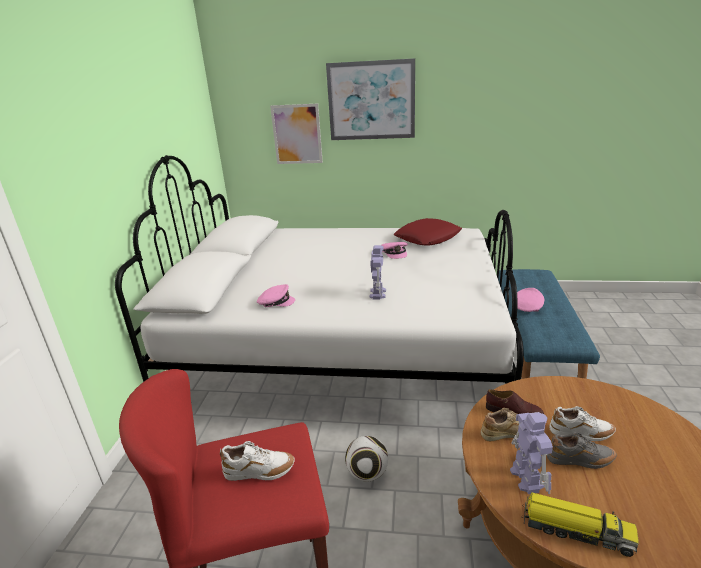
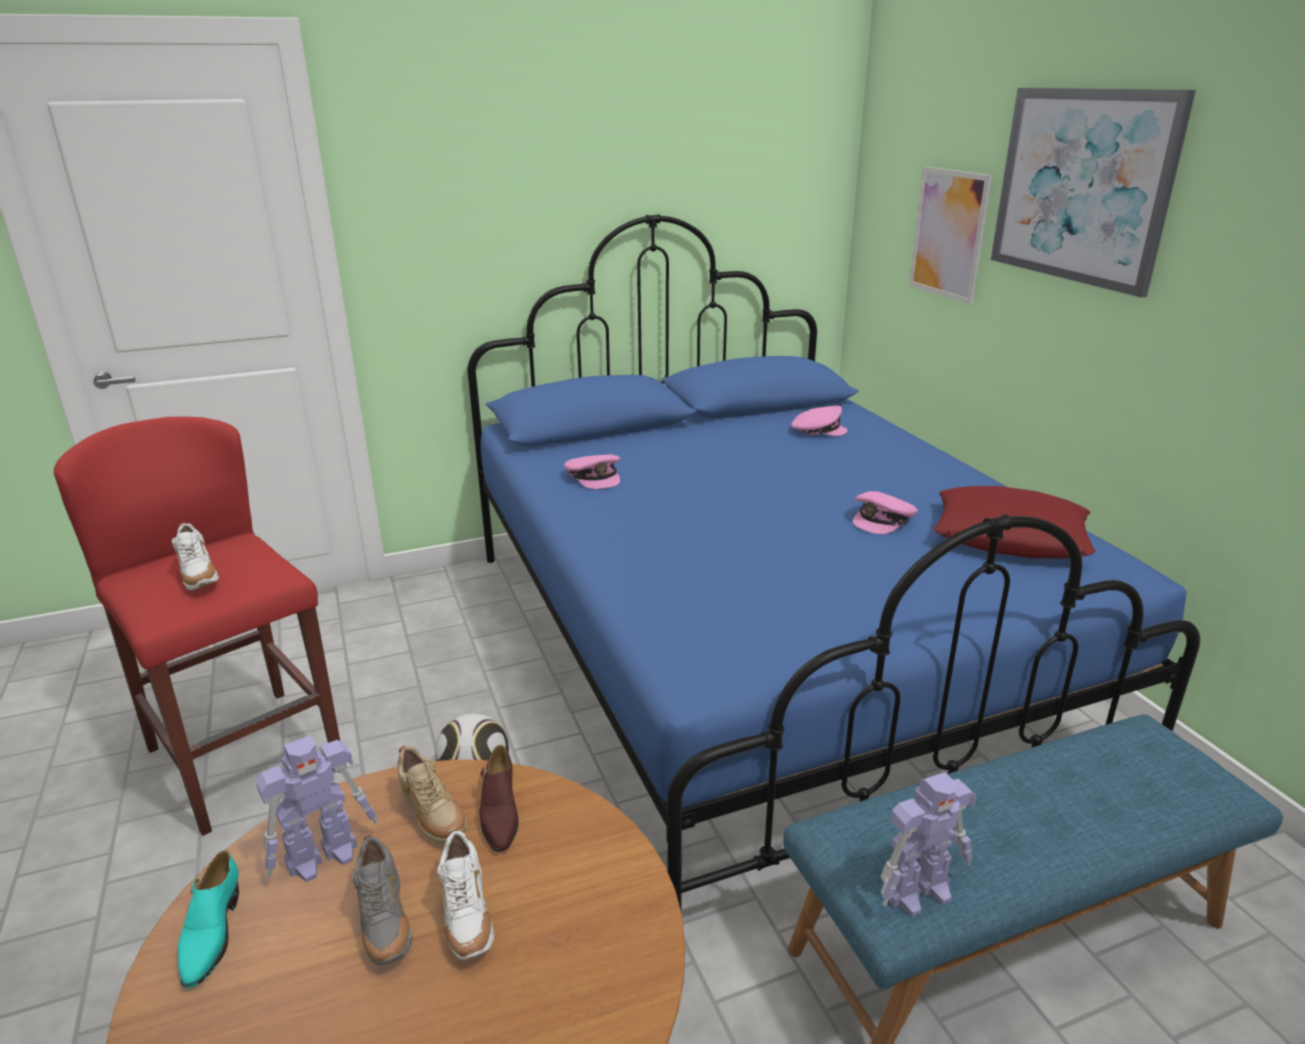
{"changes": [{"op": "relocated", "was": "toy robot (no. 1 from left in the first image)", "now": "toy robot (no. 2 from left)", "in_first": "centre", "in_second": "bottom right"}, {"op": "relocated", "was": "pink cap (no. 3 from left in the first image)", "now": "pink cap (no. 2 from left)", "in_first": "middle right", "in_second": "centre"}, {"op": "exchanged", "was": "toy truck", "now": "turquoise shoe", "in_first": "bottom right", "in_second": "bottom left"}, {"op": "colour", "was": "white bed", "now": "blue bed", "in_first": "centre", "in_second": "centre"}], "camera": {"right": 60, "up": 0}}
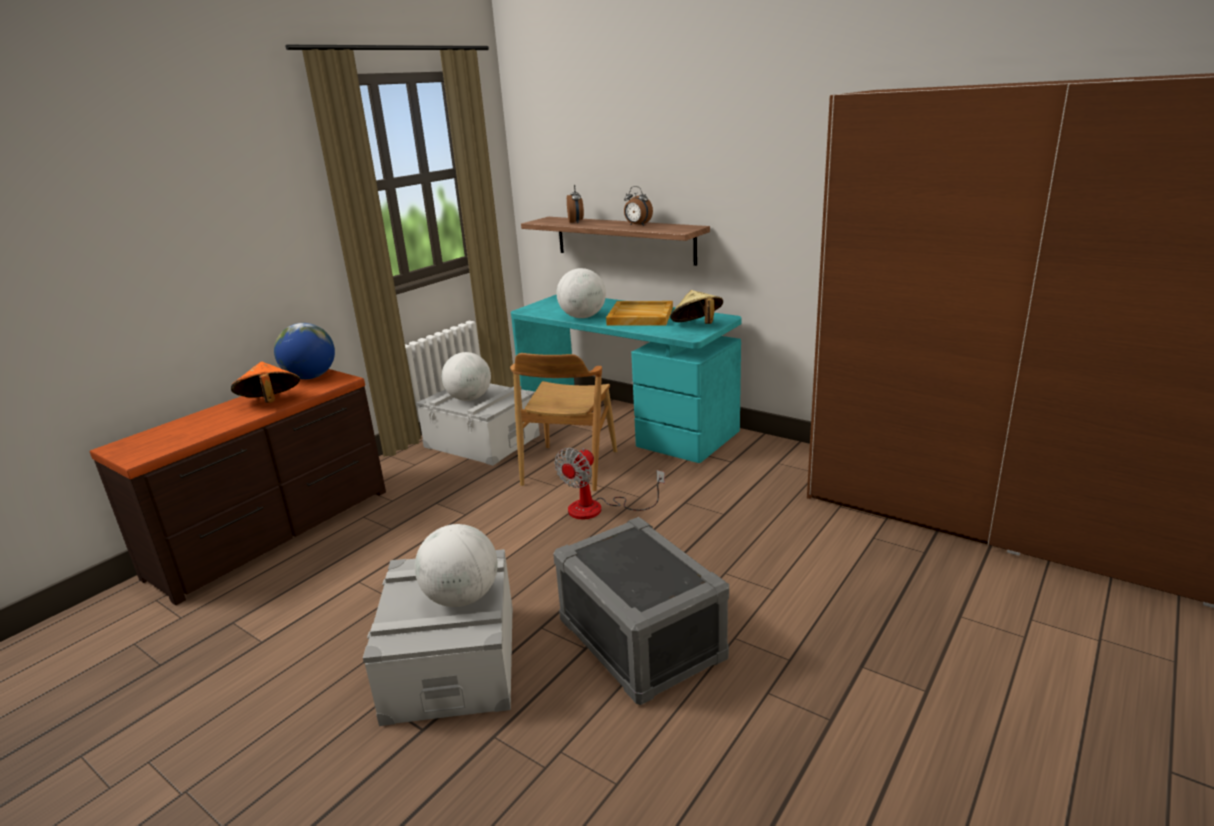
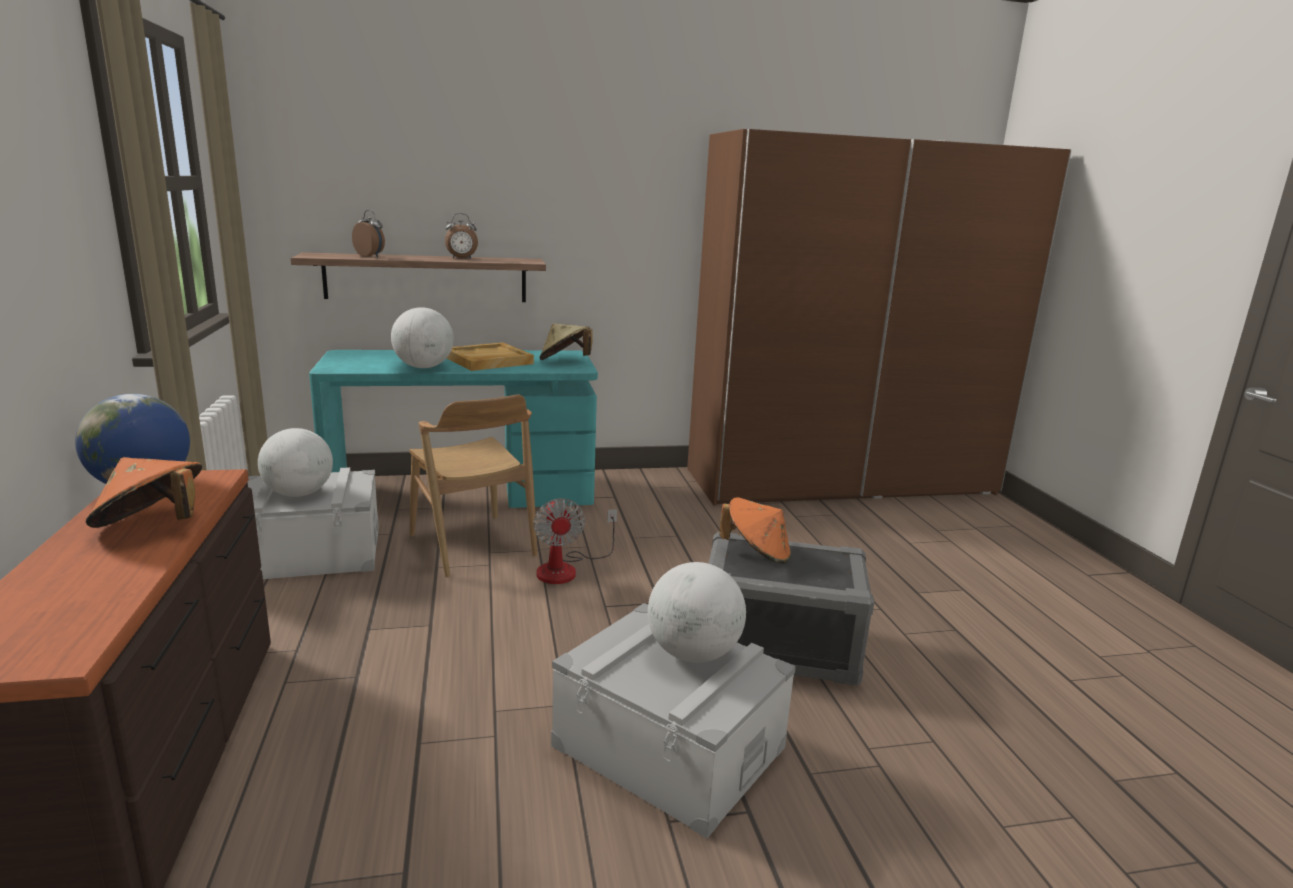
{"changes": [{"op": "appeared", "now": "orange hat (no. 2 from left)", "in_second": "centre"}], "camera": {"right": -50, "up": -5}}
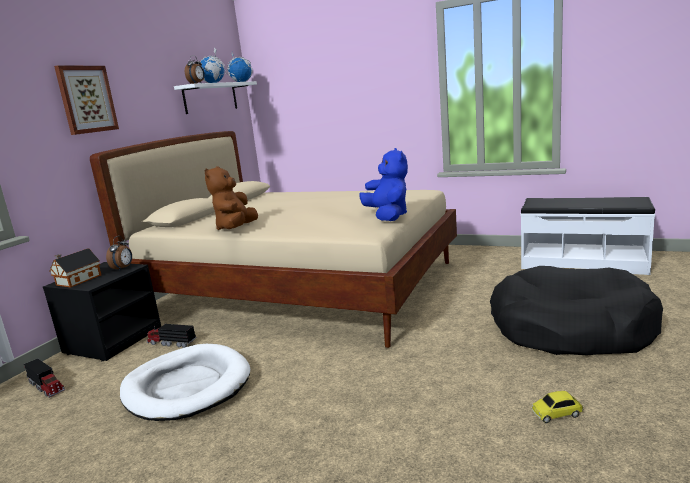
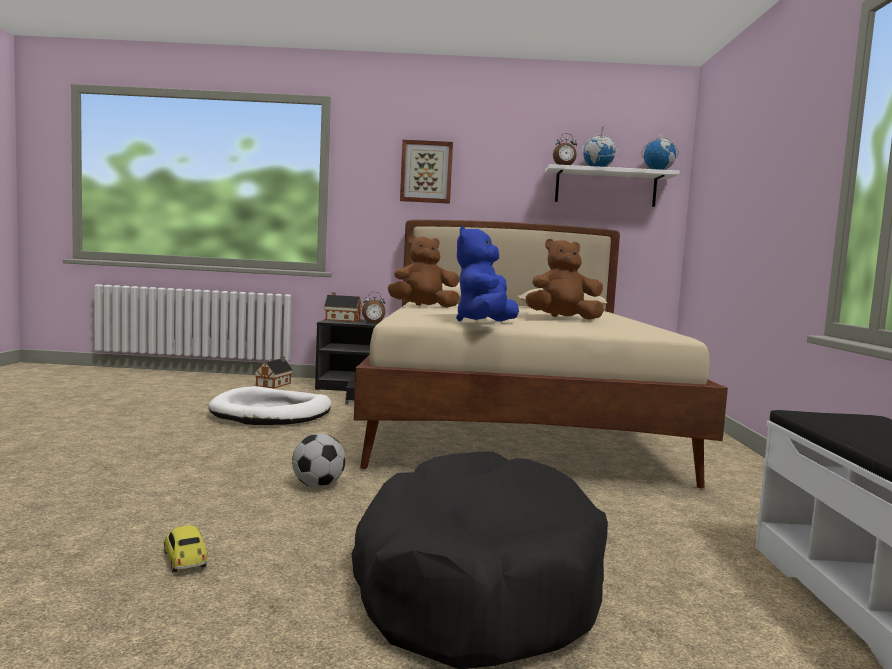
{"changes": [{"op": "appeared", "now": "football", "in_second": "bottom centre"}, {"op": "appeared", "now": "brown plush toy (no. 2 from left)", "in_second": "centre"}, {"op": "exchanged", "was": "toy truck (no. 1 from left)", "now": "toy house (no. 1 from left)", "in_first": "bottom left", "in_second": "middle left"}, {"op": "spun", "was": "blue plush toy", "in_first": "centre", "in_second": "centre", "clockwise": 150}], "camera": {"right": 65, "up": -10}}
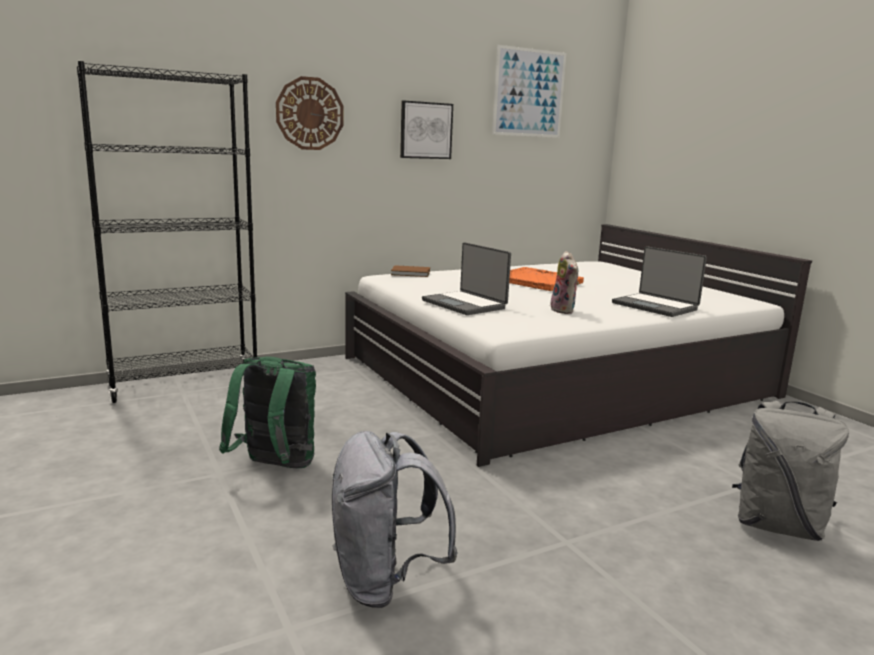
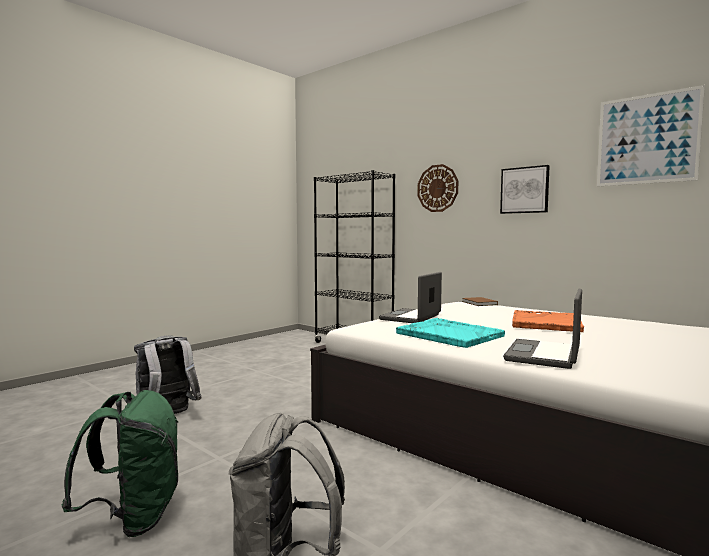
{"changes": [{"op": "relocated", "was": "green backpack", "in_first": "middle left", "in_second": "bottom left"}, {"op": "exchanged", "was": "plush toy", "now": "turquoise tray", "in_first": "centre", "in_second": "centre"}], "camera": {"right": 70, "up": -10}}
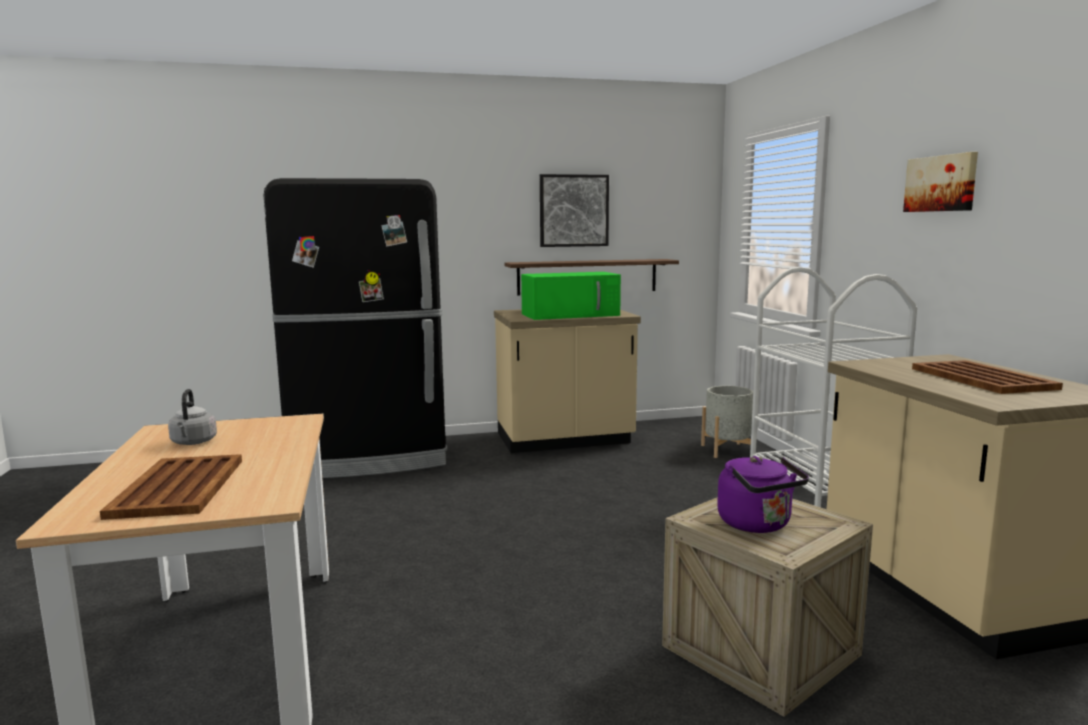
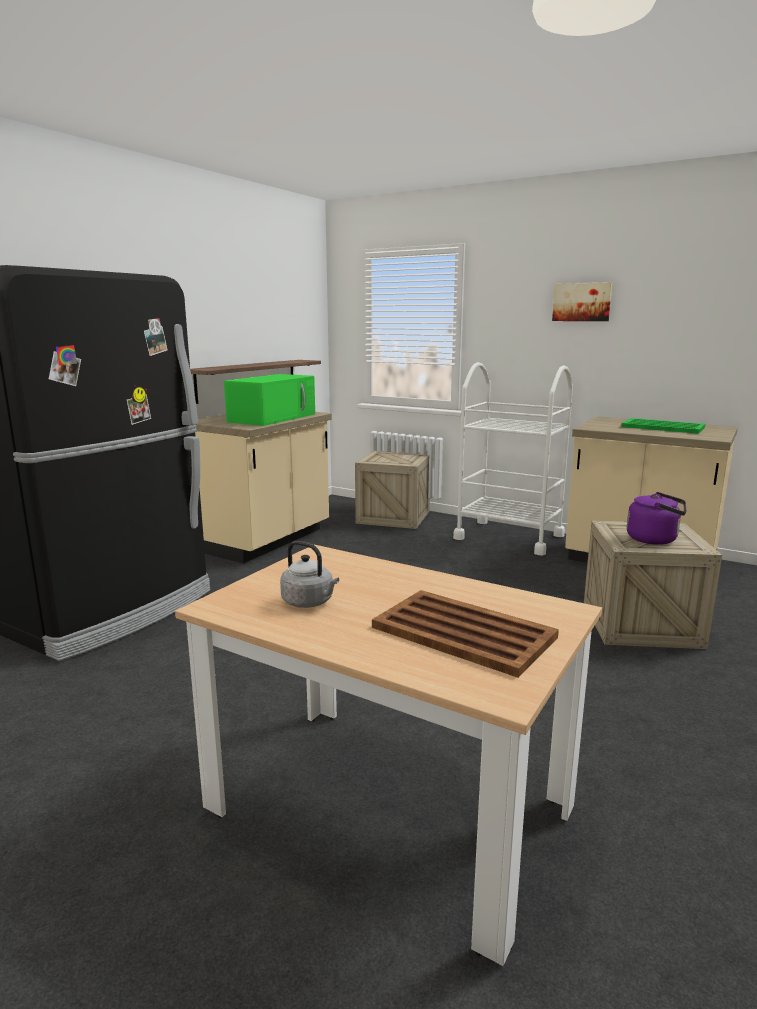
{"changes": [{"op": "missing", "was": "picture (no. 1 from left)", "in_first": "top centre"}, {"op": "exchanged", "was": "grey planter", "now": "crate (no. 1 from left)", "in_first": "middle right", "in_second": "centre"}, {"op": "colour", "was": "brown tray (no. 2 from left)", "now": "green tray", "in_first": "middle right", "in_second": "middle right"}], "camera": {"right": -45, "up": 5}}
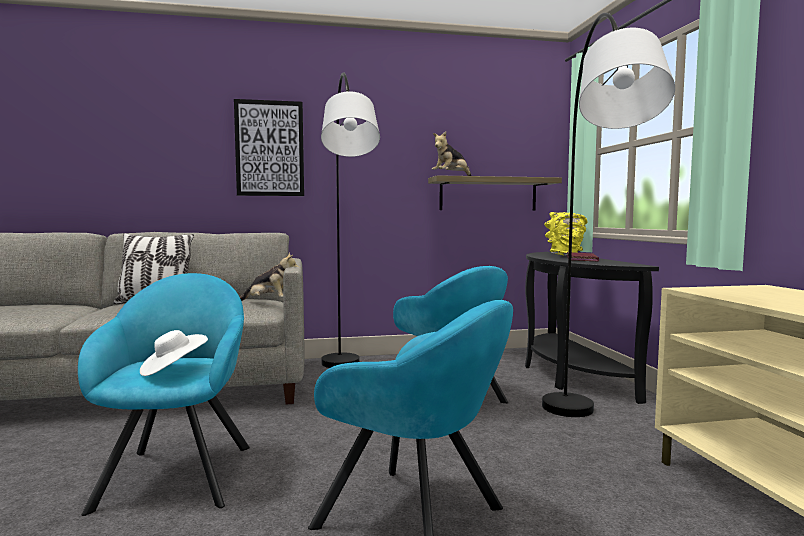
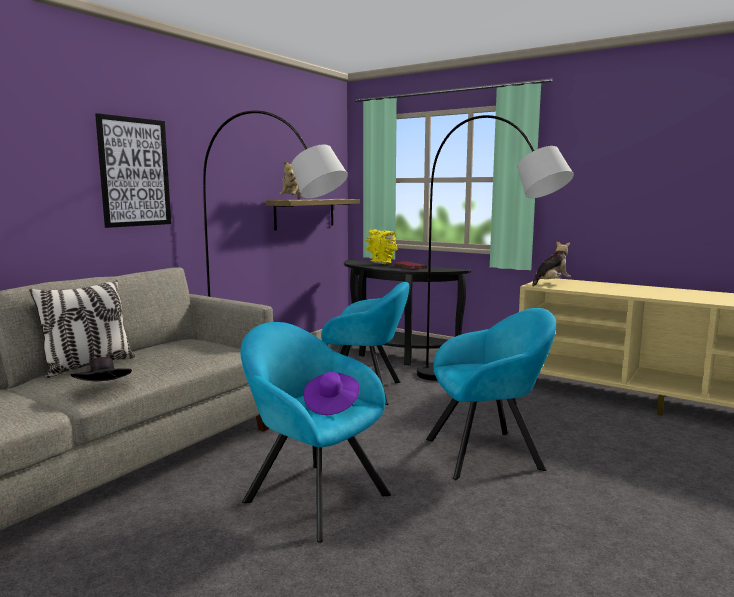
{"changes": [{"op": "appeared", "now": "black hat", "in_second": "middle left"}, {"op": "relocated", "was": "plush toy (no. 1 from left in the first image)", "now": "plush toy (no. 2 from left)", "in_first": "centre", "in_second": "middle right"}, {"op": "colour", "was": "white hat", "now": "purple hat", "in_first": "middle left", "in_second": "centre"}], "camera": {"right": -45, "up": 5}}
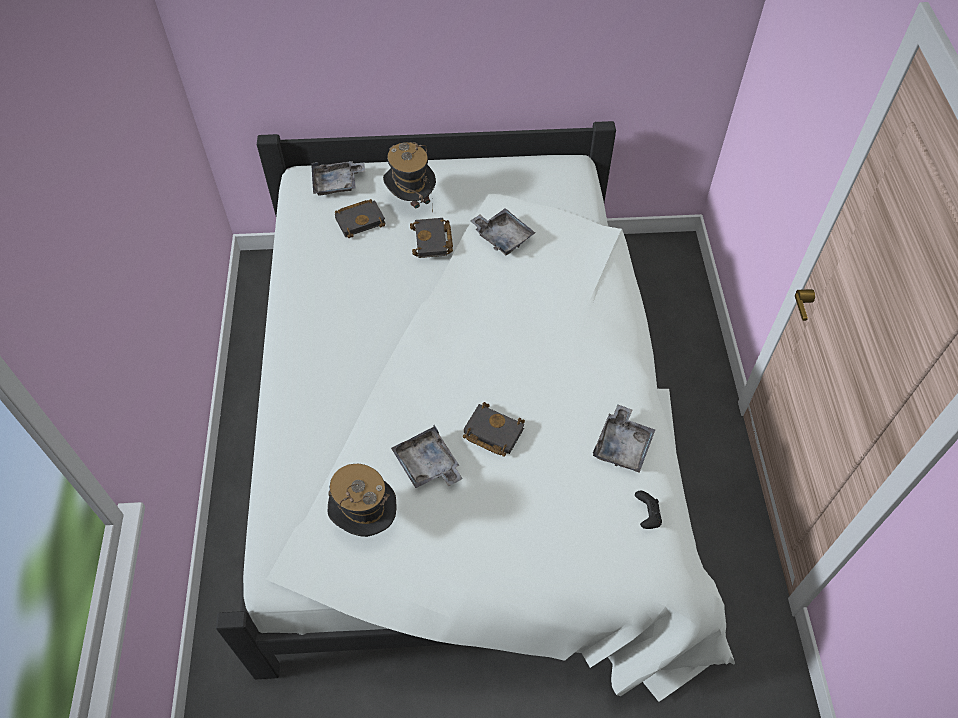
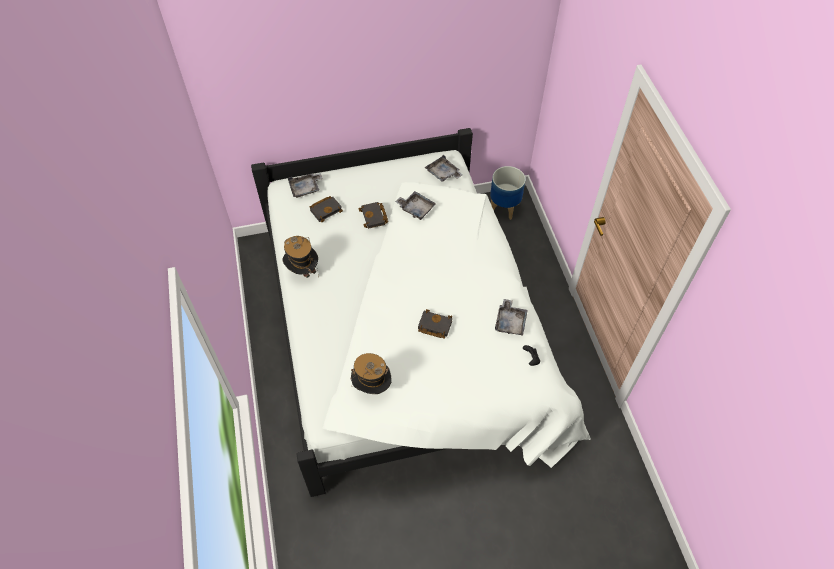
{"changes": [{"op": "appeared", "now": "planter", "in_second": "centre"}, {"op": "relocated", "was": "hat (no. 2 from left in the first image)", "now": "hat (no. 1 from left)", "in_first": "top centre", "in_second": "centre"}, {"op": "relocated", "was": "grey tray (no. 2 from left in the first image)", "now": "grey tray (no. 3 from left)", "in_first": "centre", "in_second": "top centre"}], "camera": {"right": -10, "up": 0}}
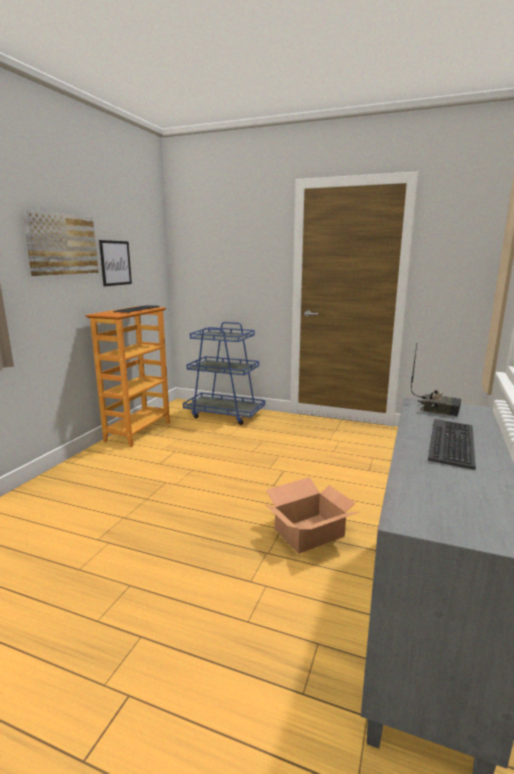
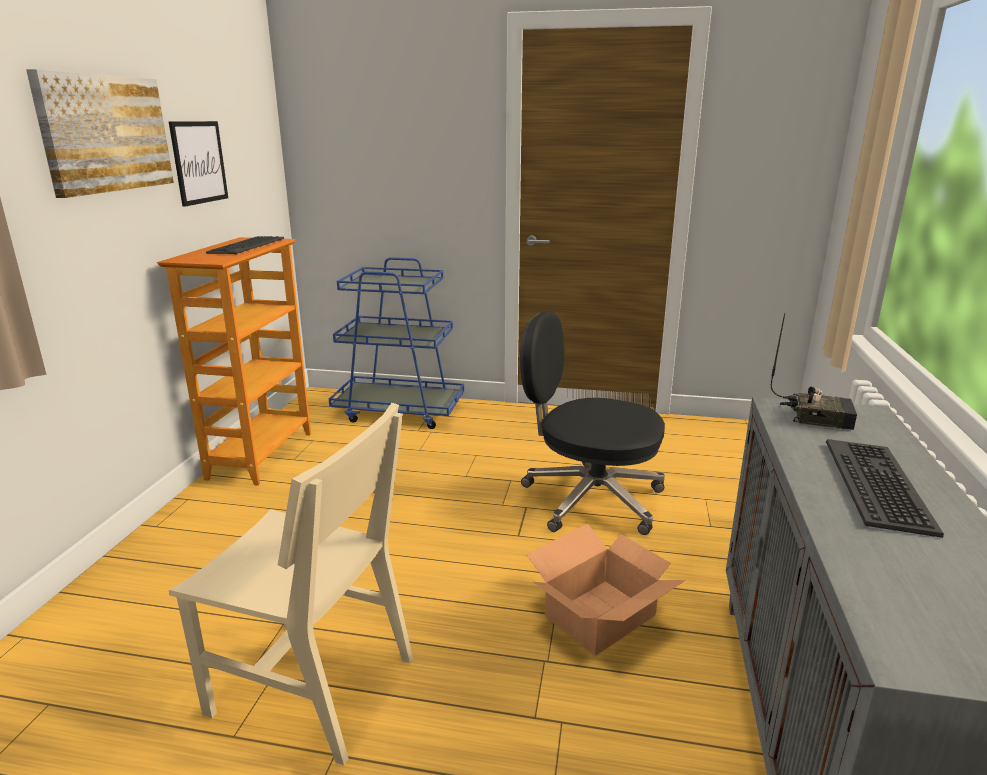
{"changes": [{"op": "appeared", "now": "beige chair", "in_second": "bottom left"}, {"op": "appeared", "now": "black office chair", "in_second": "centre"}], "camera": {"right": -10, "up": 5}}
